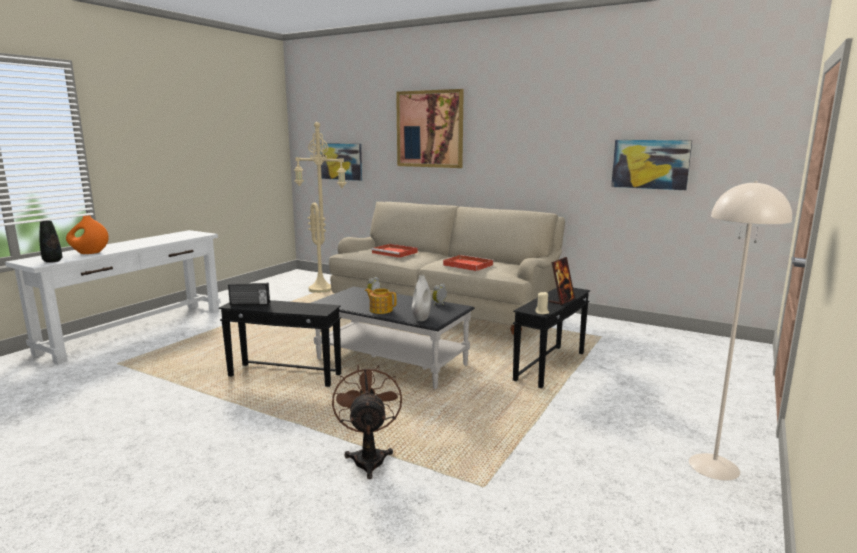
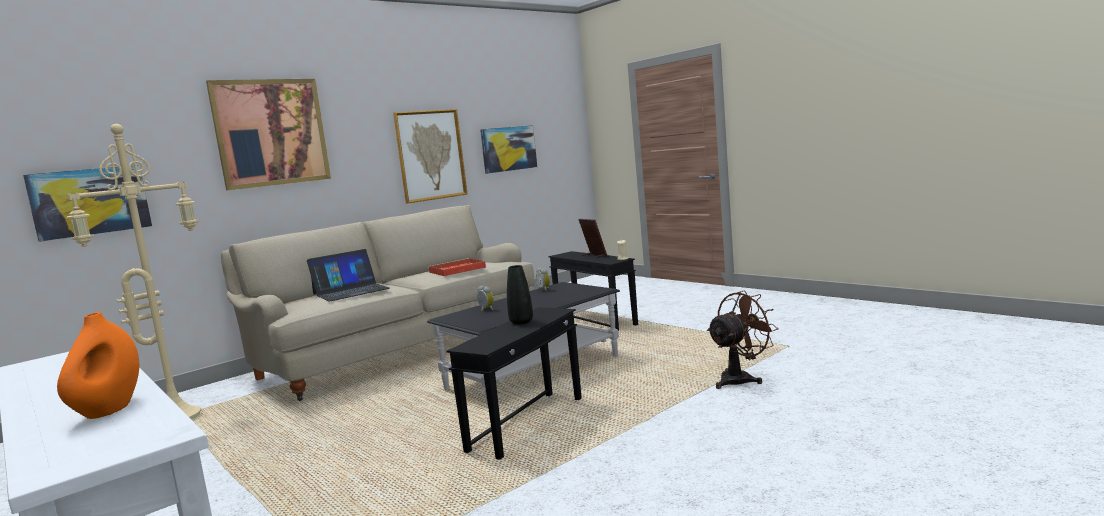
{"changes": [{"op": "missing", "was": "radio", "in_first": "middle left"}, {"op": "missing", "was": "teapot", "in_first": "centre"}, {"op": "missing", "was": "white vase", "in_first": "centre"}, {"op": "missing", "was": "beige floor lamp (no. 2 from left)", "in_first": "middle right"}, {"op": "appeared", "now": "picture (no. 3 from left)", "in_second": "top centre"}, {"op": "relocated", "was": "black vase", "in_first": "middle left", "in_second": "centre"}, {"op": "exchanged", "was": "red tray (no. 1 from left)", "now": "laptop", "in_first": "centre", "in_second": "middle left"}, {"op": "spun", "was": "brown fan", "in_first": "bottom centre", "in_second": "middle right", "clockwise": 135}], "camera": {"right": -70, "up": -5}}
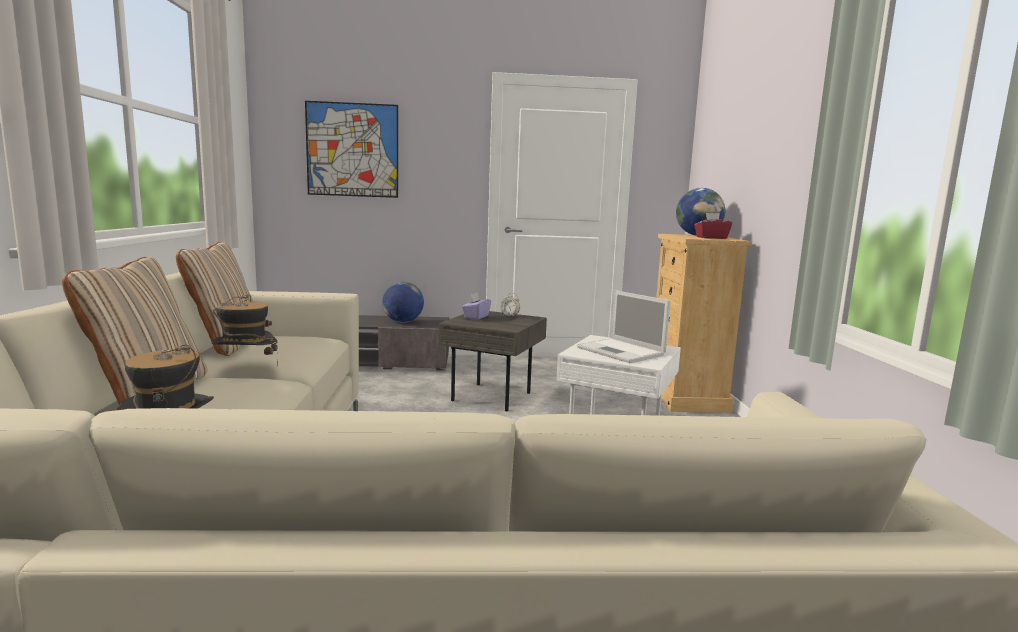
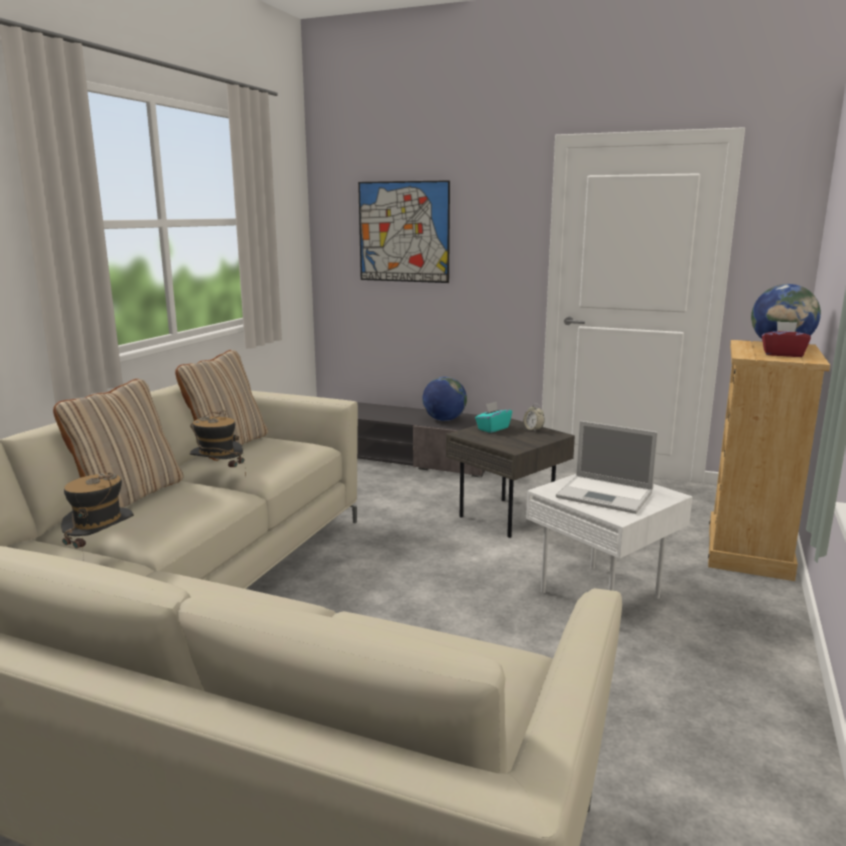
{"changes": [{"op": "colour", "was": "purple tissue box", "now": "turquoise tissue box", "in_first": "centre", "in_second": "centre"}, {"op": "spun", "was": "laptop", "in_first": "centre", "in_second": "middle right", "clockwise": -45}], "camera": {"right": 25, "up": 5}}
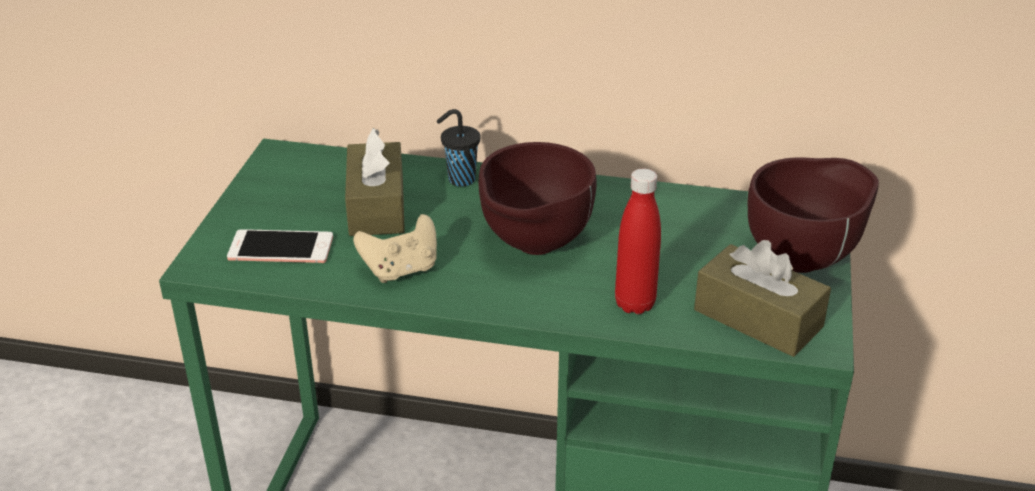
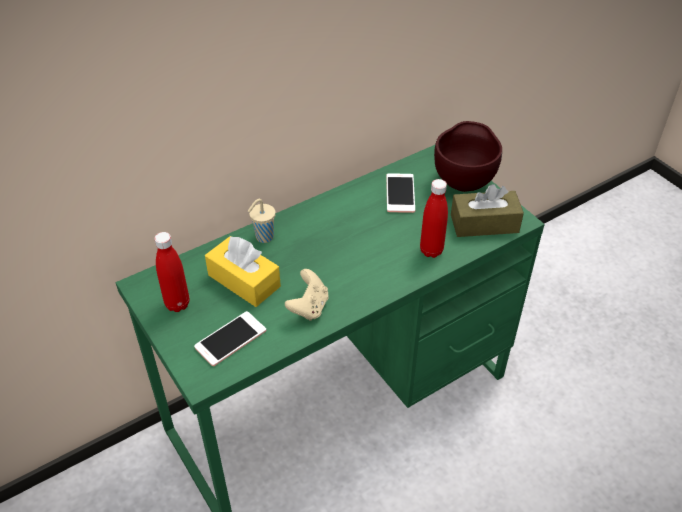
{"changes": [{"op": "missing", "was": "brown bowl (no. 1 from left)", "in_first": "centre"}, {"op": "appeared", "now": "red bottle (no. 1 from left)", "in_second": "middle left"}, {"op": "appeared", "now": "phone (no. 2 from left)", "in_second": "centre"}, {"op": "colour", "was": "brown tissue box (no. 1 from left)", "now": "yellow tissue box", "in_first": "centre", "in_second": "centre"}, {"op": "colour", "was": "black cup", "now": "beige cup", "in_first": "top centre", "in_second": "centre"}], "camera": {"right": -45, "up": 10}}
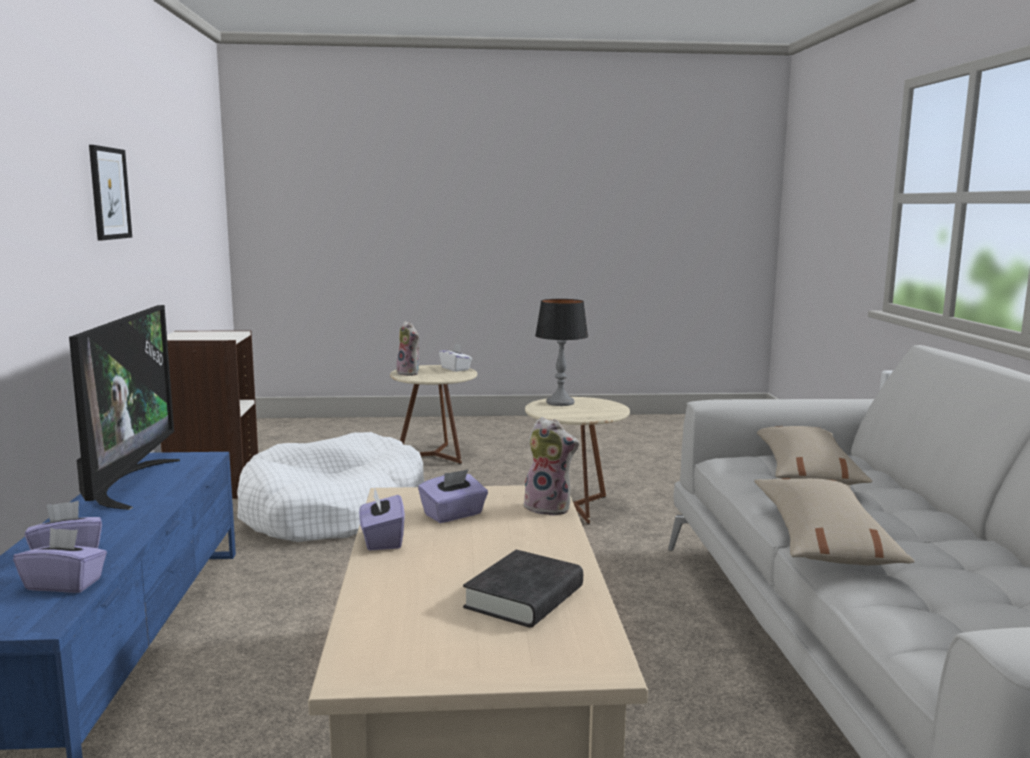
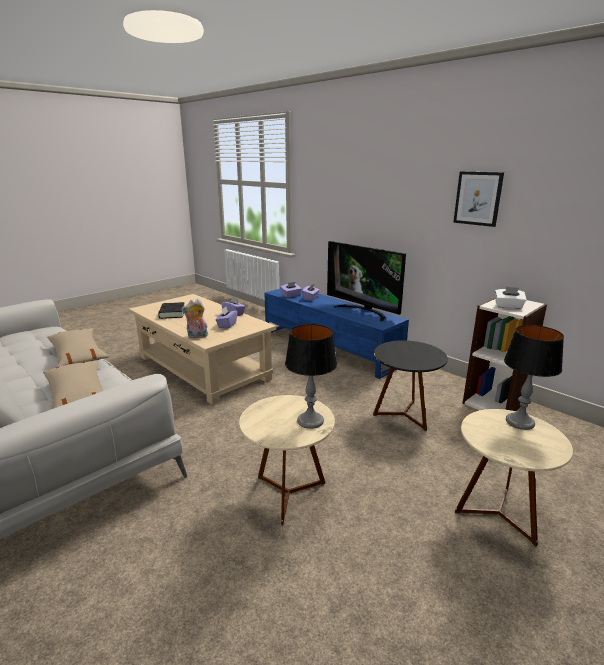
{"changes": [{"op": "relocated", "was": "white tissue box", "in_first": "centre", "in_second": "middle right"}, {"op": "exchanged", "was": "white dog bed", "now": "black side table", "in_first": "middle left", "in_second": "middle right"}, {"op": "exchanged", "was": "plush toy (no. 1 from left)", "now": "table lamp (no. 2 from left)", "in_first": "centre", "in_second": "middle right"}], "camera": {"right": 140, "up": 10}}
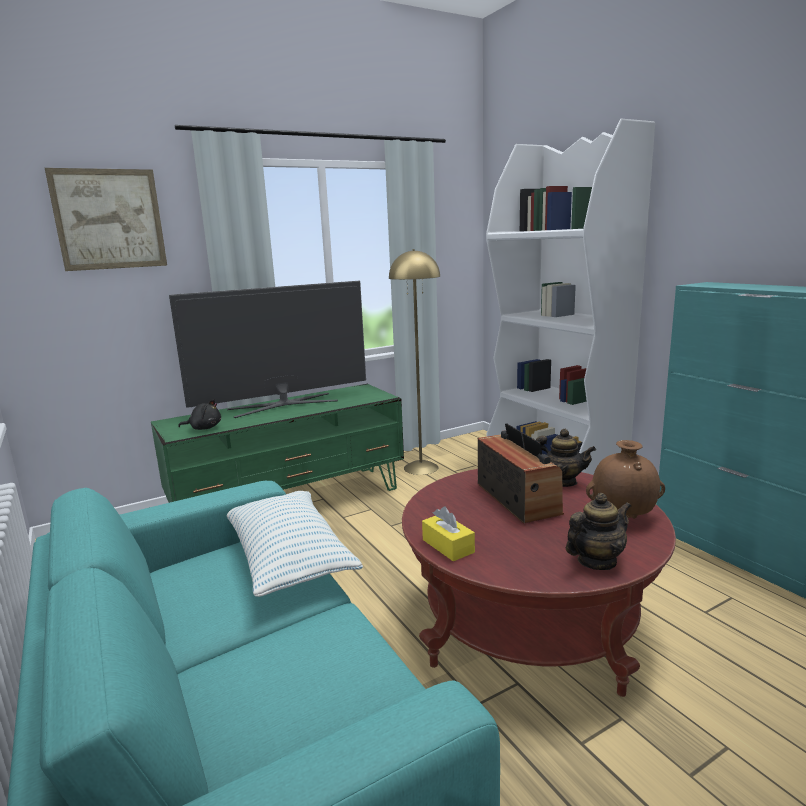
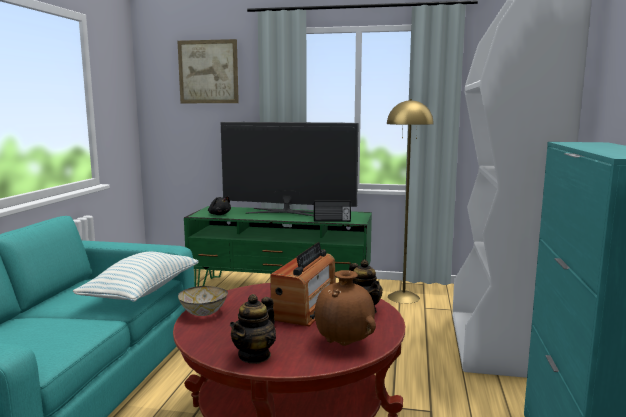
{"changes": [{"op": "appeared", "now": "radio (no. 2 from left)", "in_second": "centre"}, {"op": "exchanged", "was": "yellow tissue box", "now": "bowl", "in_first": "centre", "in_second": "bottom left"}, {"op": "spun", "was": "teapot (no. 2 from left in the first image)", "in_first": "middle right", "in_second": "bottom centre", "clockwise": 105}], "camera": {"right": 40, "up": -5}}
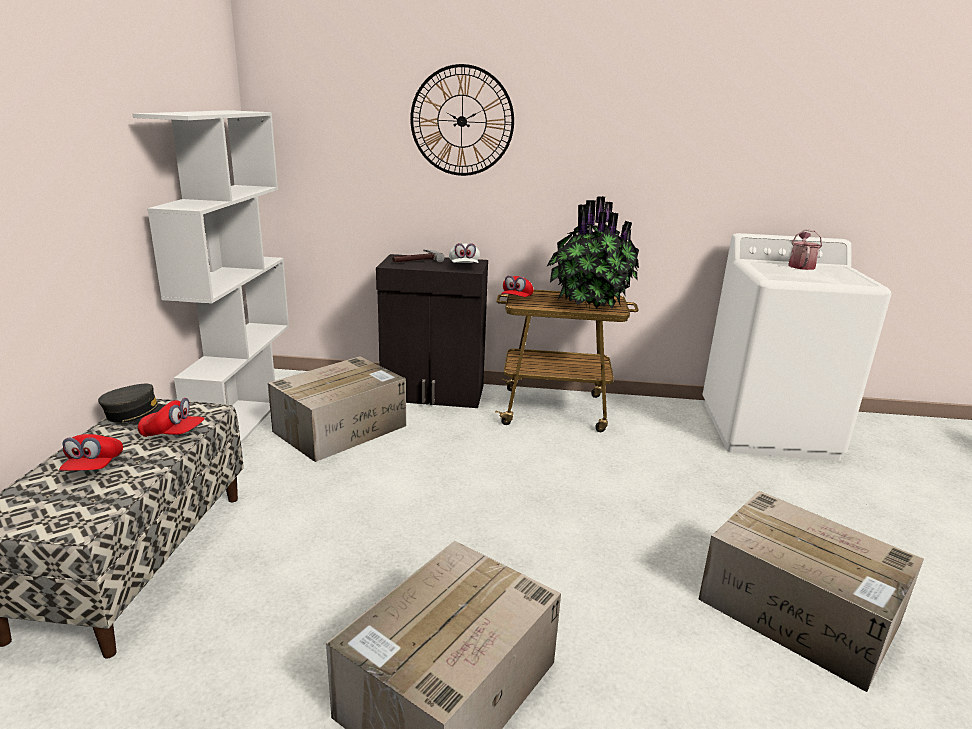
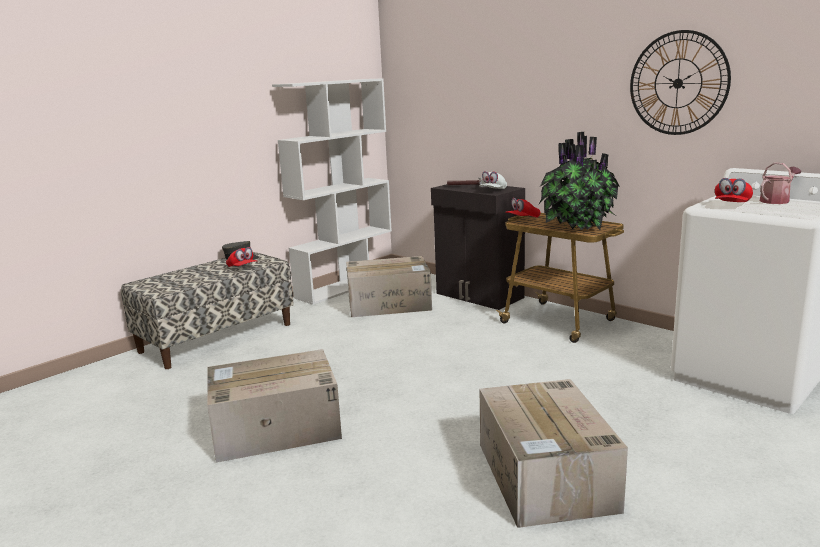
{"changes": [{"op": "relocated", "was": "red cap (no. 1 from left in the first image)", "now": "red cap (no. 3 from left)", "in_first": "middle left", "in_second": "middle right"}, {"op": "relocated", "was": "wall clock", "in_first": "top centre", "in_second": "top right"}], "camera": {"right": 40, "up": -5}}
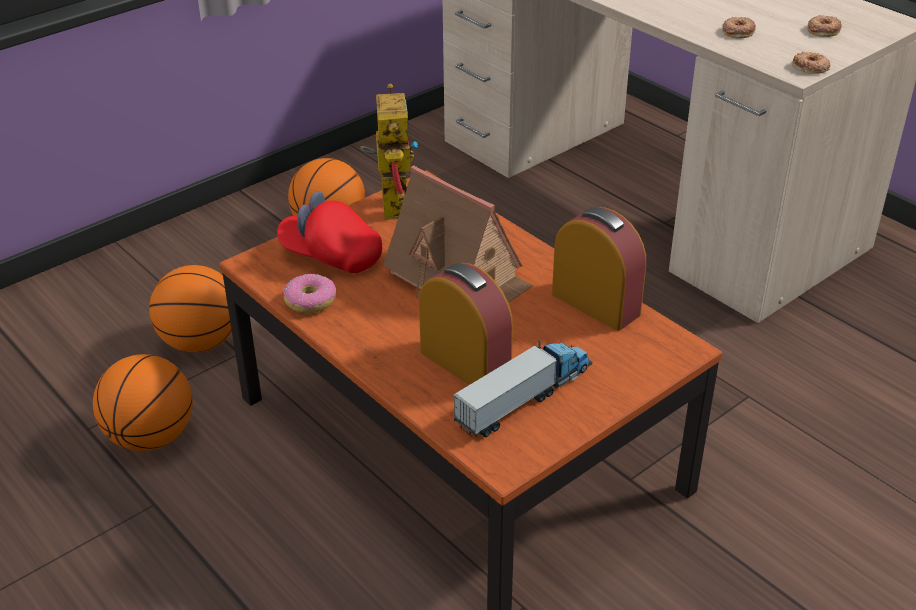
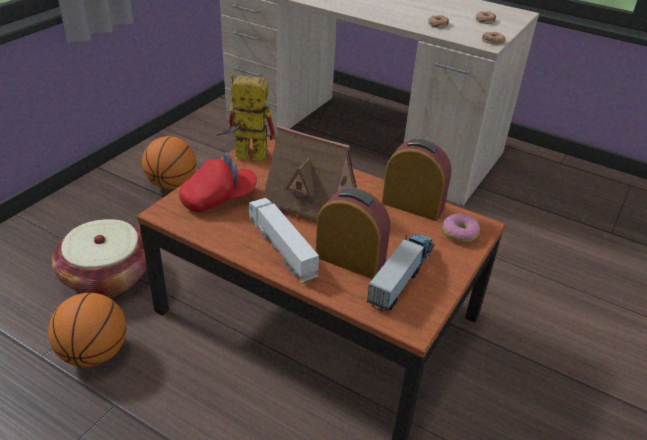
{"changes": [{"op": "appeared", "now": "toy truck (no. 1 from left)", "in_second": "centre"}, {"op": "relocated", "was": "donut (no. 1 from left in the first image)", "now": "donut (no. 2 from left)", "in_first": "centre", "in_second": "middle right"}, {"op": "exchanged", "was": "basketball (no. 2 from left)", "now": "basket", "in_first": "middle left", "in_second": "middle left"}, {"op": "spun", "was": "red cap", "in_first": "centre", "in_second": "centre", "clockwise": 150}, {"op": "spun", "was": "toy robot", "in_first": "top centre", "in_second": "top centre", "clockwise": -60}], "camera": {"right": -20, "up": 0}}
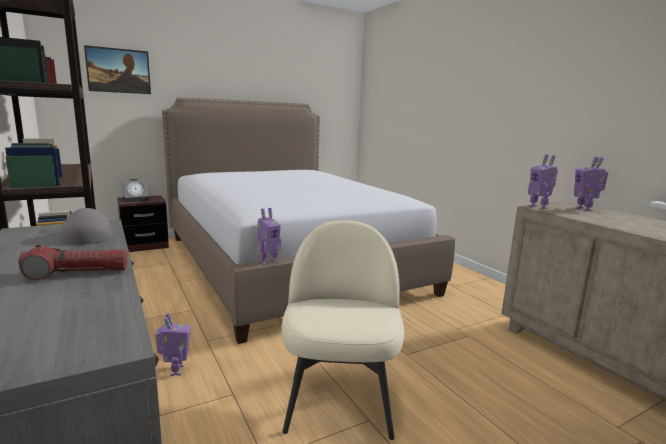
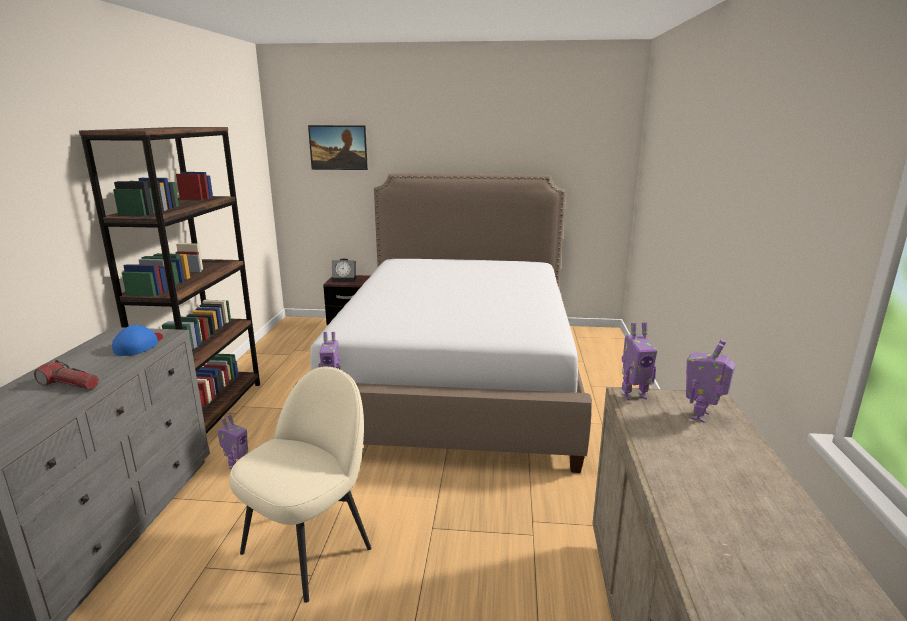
{"changes": [{"op": "colour", "was": "grey cap", "now": "blue cap", "in_first": "middle left", "in_second": "middle left"}, {"op": "spun", "was": "toy robot (no. 3 from left)", "in_first": "middle right", "in_second": "middle right", "clockwise": -105}], "camera": {"right": 35, "up": 5}}
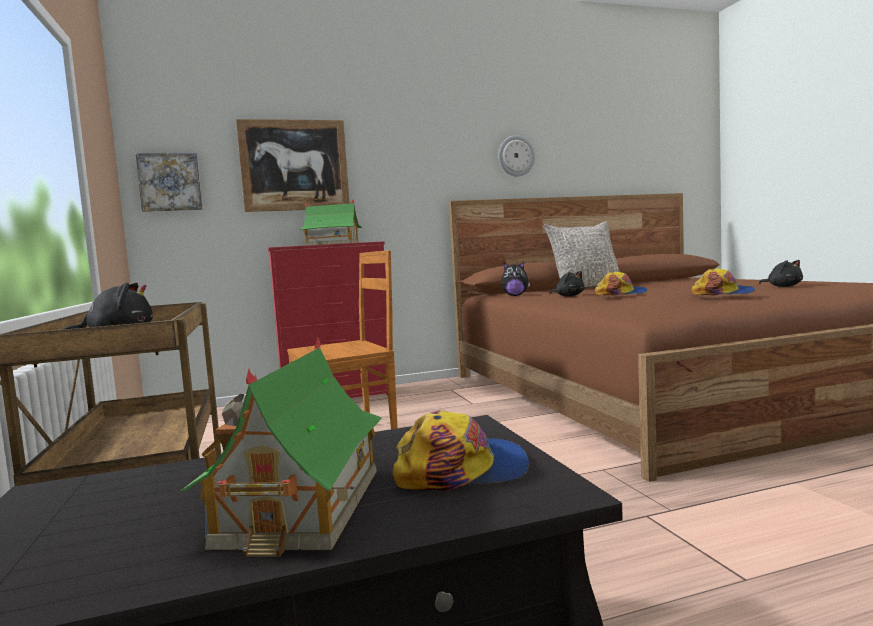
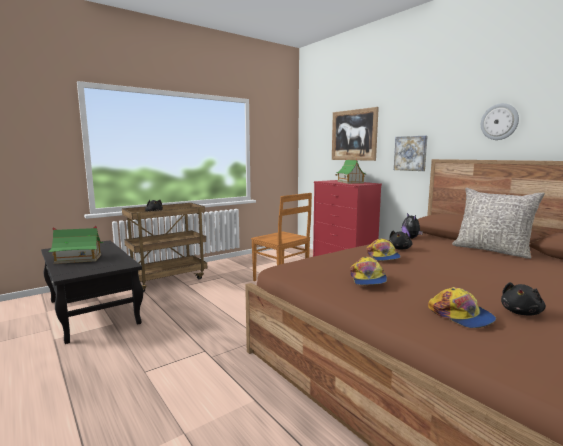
{"changes": [{"op": "relocated", "was": "picture (no. 1 from left in the first image)", "now": "picture (no. 2 from left)", "in_first": "top left", "in_second": "middle right"}, {"op": "relocated", "was": "cap (no. 1 from left in the first image)", "now": "cap (no. 3 from left)", "in_first": "bottom centre", "in_second": "bottom right"}], "camera": {"right": 70, "up": 5}}
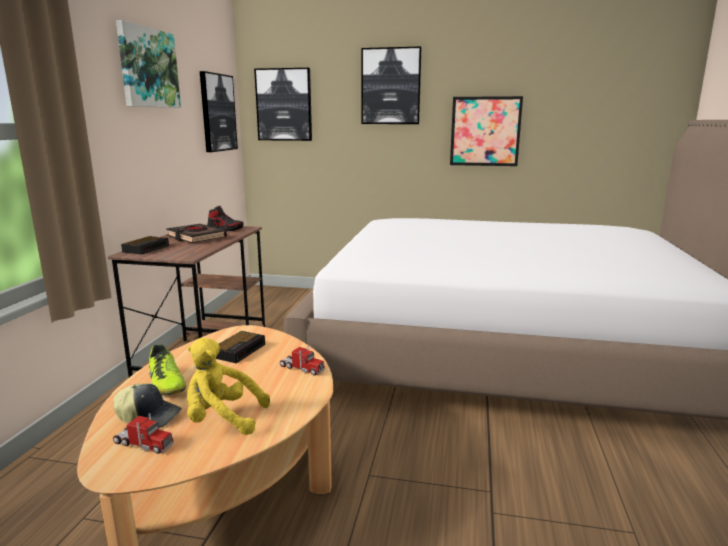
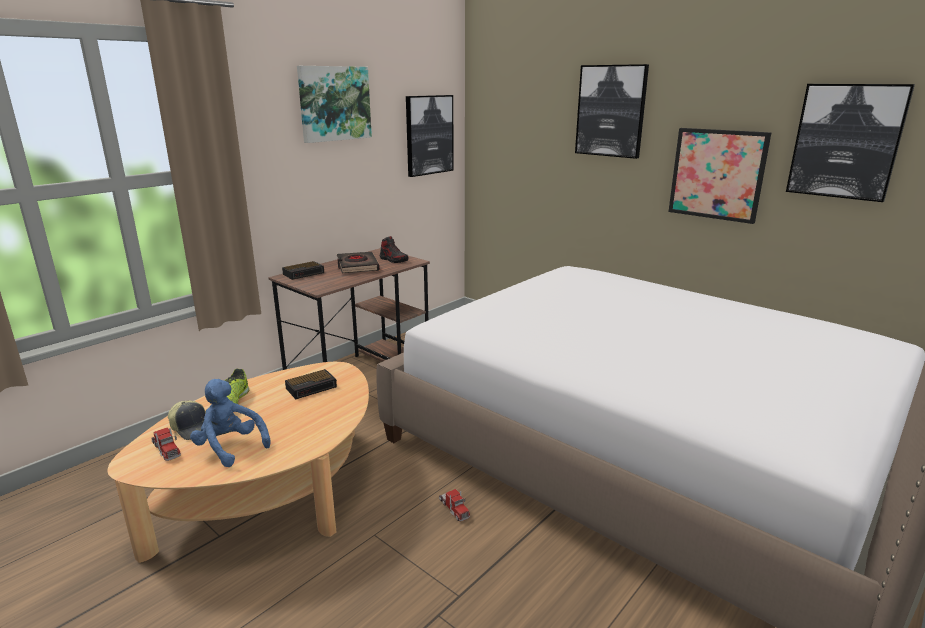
{"changes": [{"op": "relocated", "was": "picture (no. 3 from left in the first image)", "now": "picture (no. 5 from left)", "in_first": "top centre", "in_second": "top right"}, {"op": "relocated", "was": "toy truck (no. 2 from left)", "in_first": "centre", "in_second": "bottom centre"}, {"op": "colour", "was": "yellow plush toy", "now": "blue plush toy", "in_first": "bottom left", "in_second": "bottom left"}], "camera": {"right": 30, "up": 5}}
